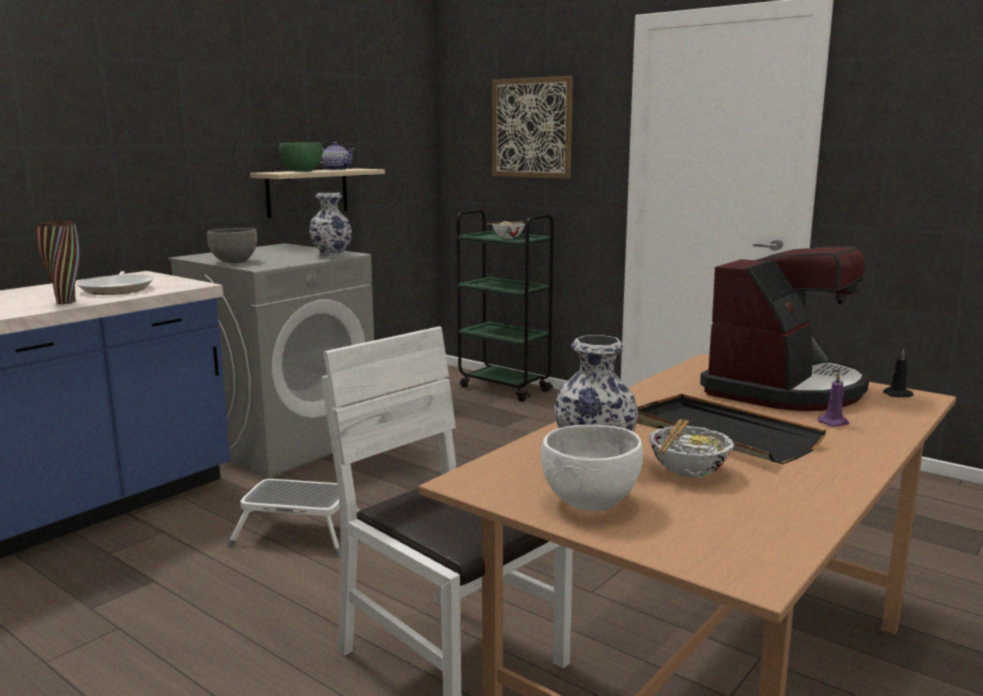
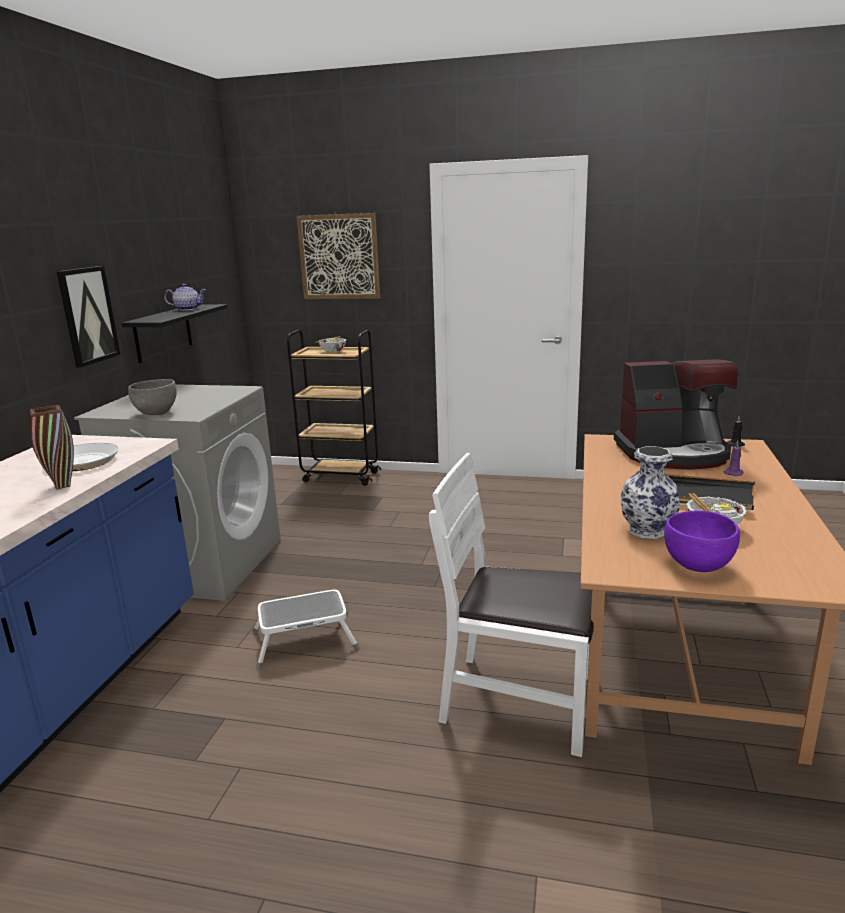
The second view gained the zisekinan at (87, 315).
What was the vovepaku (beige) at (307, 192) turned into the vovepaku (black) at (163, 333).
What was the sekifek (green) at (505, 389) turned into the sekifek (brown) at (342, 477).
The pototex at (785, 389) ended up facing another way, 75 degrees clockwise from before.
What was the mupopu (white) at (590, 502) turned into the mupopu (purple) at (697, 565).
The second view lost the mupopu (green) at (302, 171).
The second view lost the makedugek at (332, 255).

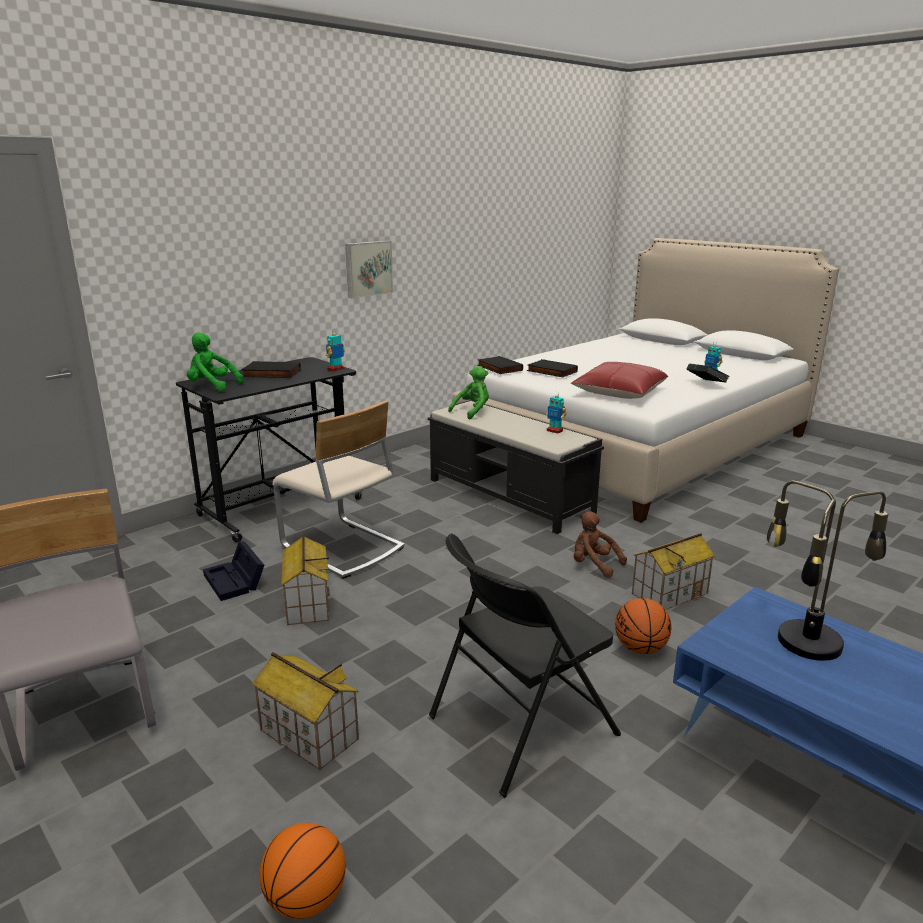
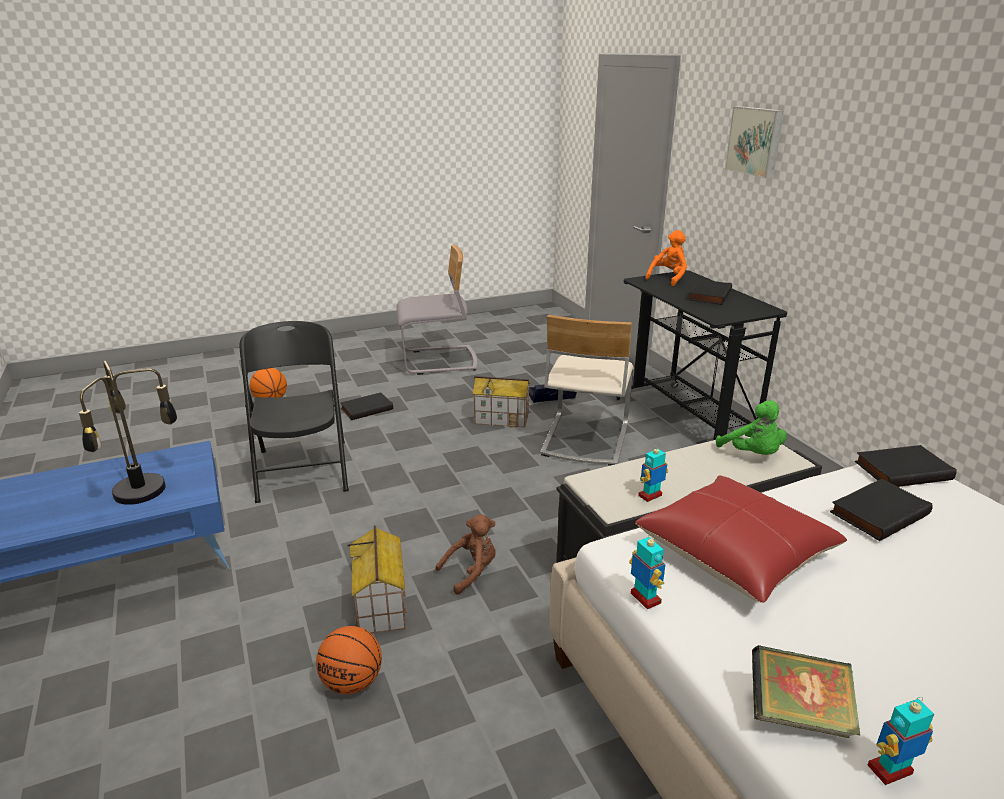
The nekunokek ended up elsewhere, having gone from (640, 648) to (352, 682).
Where the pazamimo stood at (308, 734), the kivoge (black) came to stand at (366, 408).
The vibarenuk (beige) at (342, 548) ended up facing another way, 45 degrees counterclockwise from before.
The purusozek ended up elsewhere, having gone from (335, 369) to (644, 598).
What was the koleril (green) at (212, 386) turned into the koleril (orange) at (668, 278).
The zisekinan ended up elsewhere, having gone from (368, 268) to (755, 141).

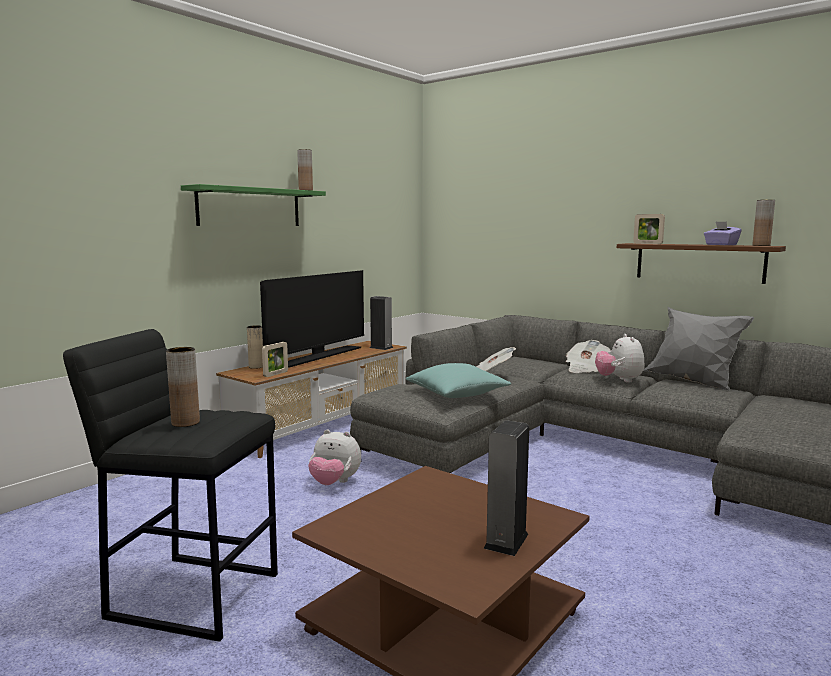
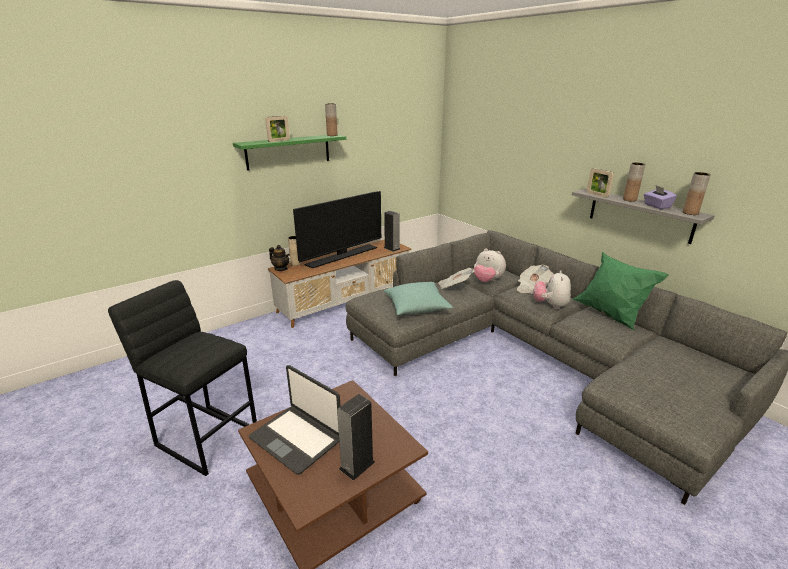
The second view gained the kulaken at (296, 438).
The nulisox ended up elsewhere, having gone from (276, 374) to (279, 141).
The second view gained the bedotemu at (281, 269).
The koleril ended up elsewhere, having gone from (334, 483) to (487, 281).
What was the vovepaku (brown) at (699, 262) turned into the vovepaku (grey) at (640, 215).
What was the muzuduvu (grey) at (693, 382) turned into the muzuduvu (green) at (610, 315).
The makedugek (brown) ended up elsewhere, having gone from (185, 423) to (629, 200).

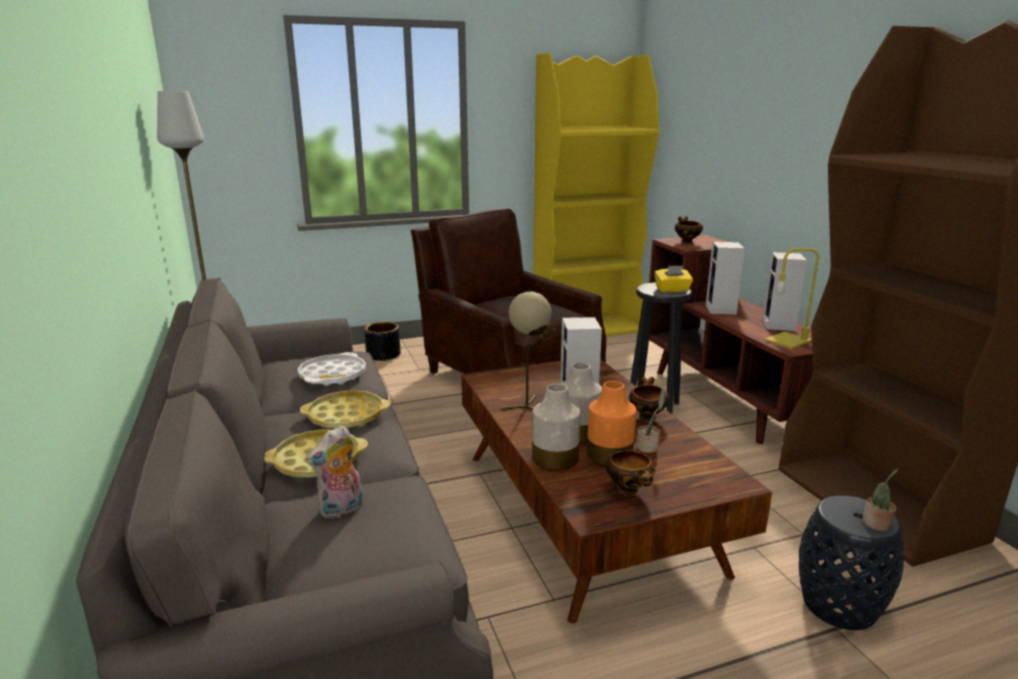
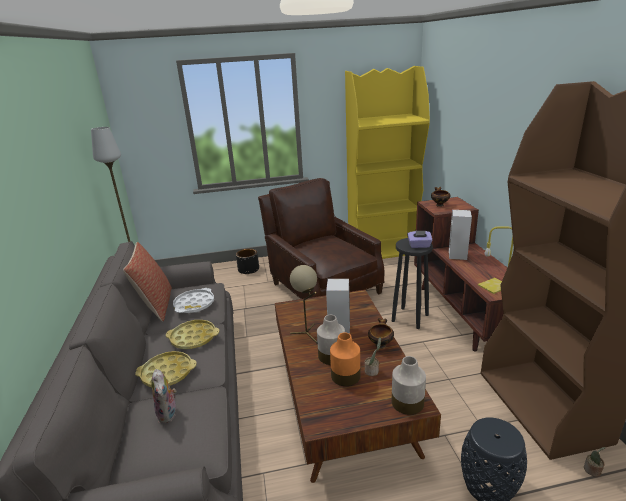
The second view gained the muzuduvu at (156, 305).
The koleril at (341, 510) ended up facing another way, 75 degrees counterclockwise from before.
The makedugek (beige) ended up elsewhere, having gone from (555, 457) to (408, 402).
What was the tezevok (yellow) at (672, 290) turned into the tezevok (purple) at (419, 245).
The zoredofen ended up elsewhere, having gone from (877, 524) to (592, 471).
The second view lost the mupopu at (629, 490).
The second view lost the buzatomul at (779, 326).

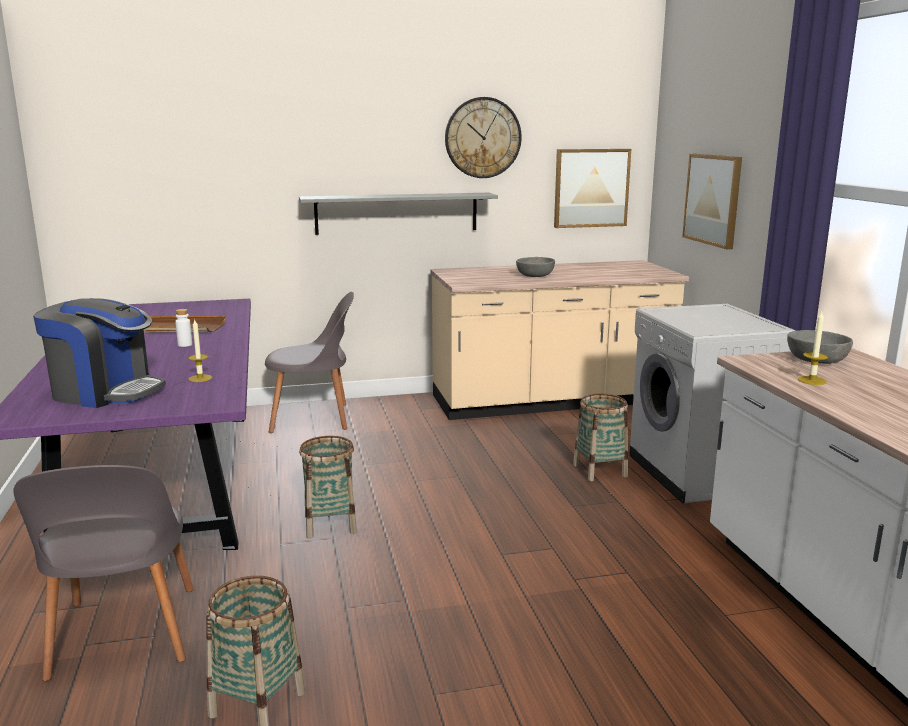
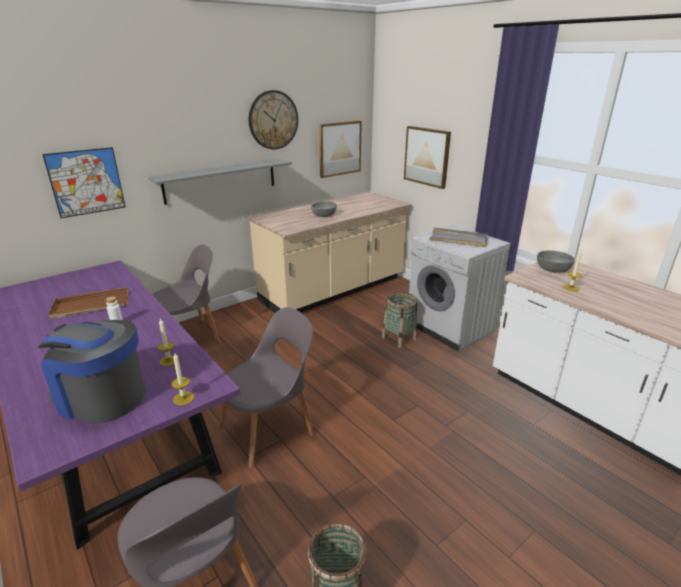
The pototex at (106, 392) ended up facing another way, 150 degrees counterclockwise from before.
The second view gained the zisekinan at (86, 182).
The second view gained the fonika at (183, 398).
Where the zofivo stood at (330, 524), the vibarenuk (grey) came to stand at (270, 429).
The second view gained the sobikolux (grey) at (458, 239).

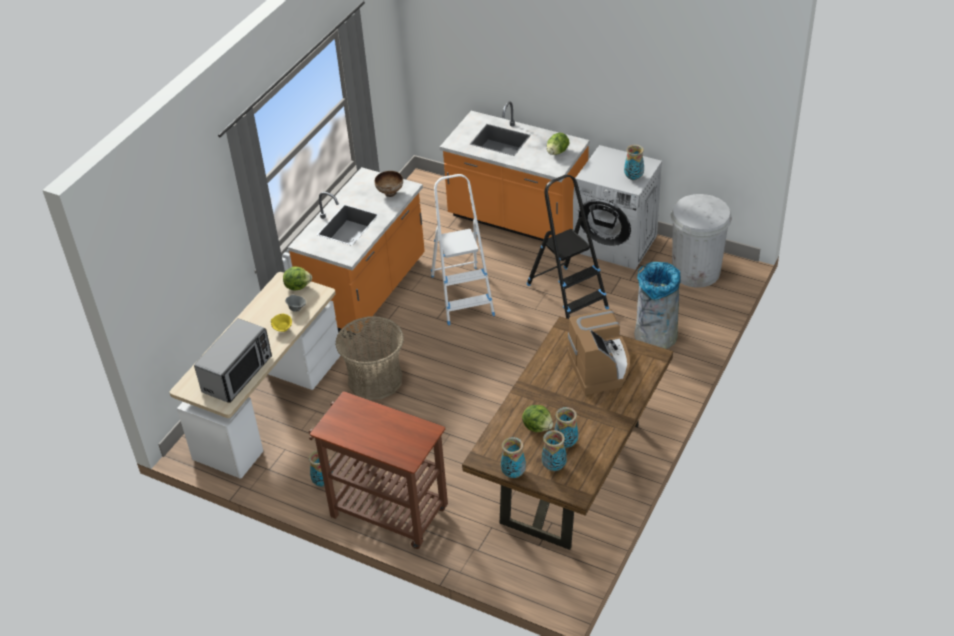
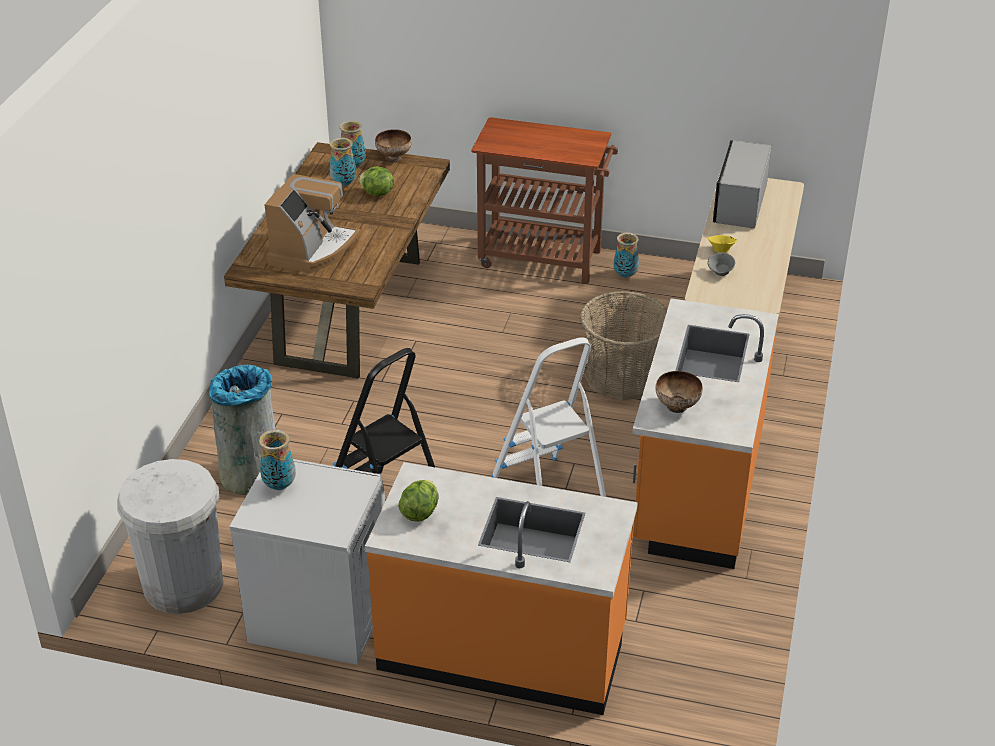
The pototex at (600, 368) ended up facing another way, 135 degrees counterclockwise from before.
Where the makedugek stood at (513, 473), the mupopu came to stand at (394, 157).
The second view lost the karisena at (298, 286).

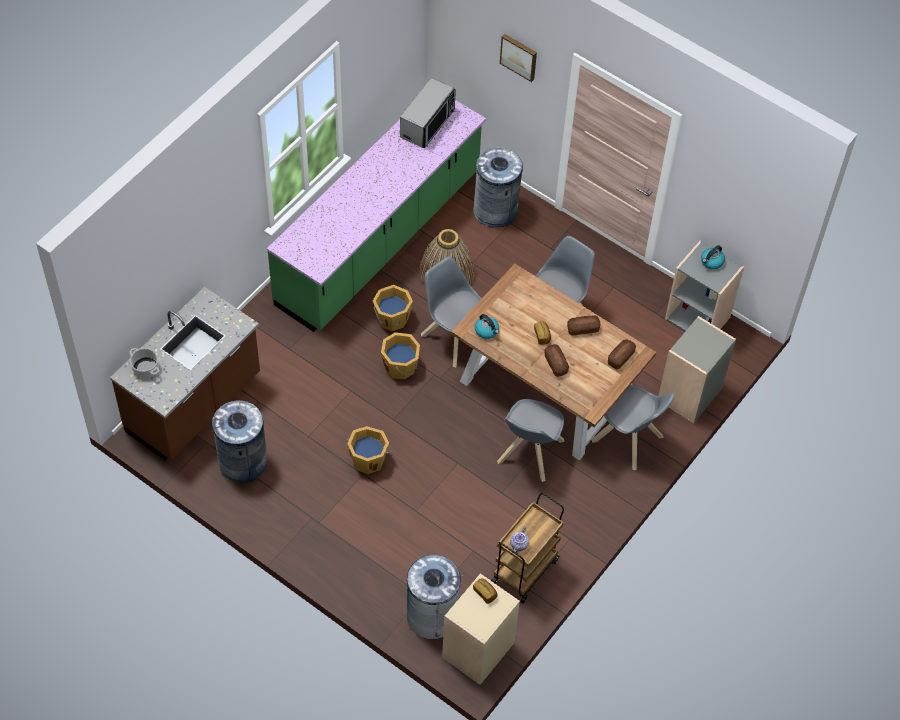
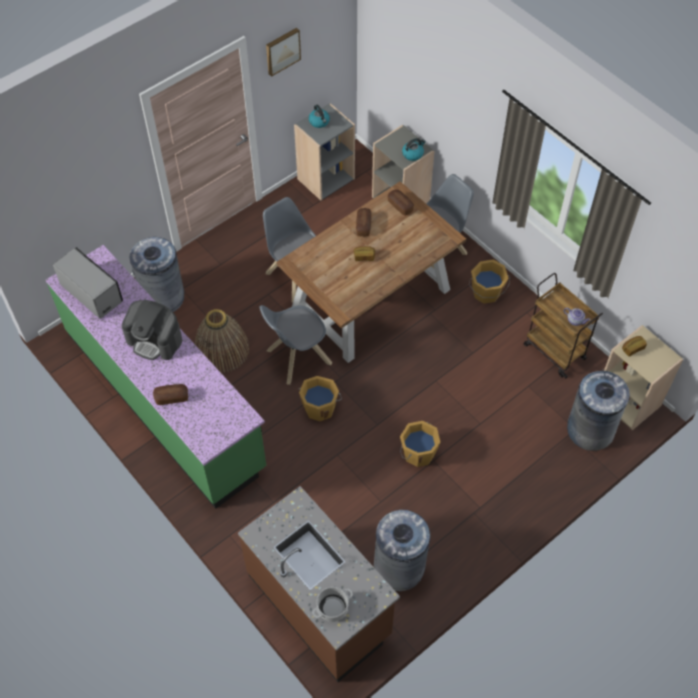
The second view gained the pototex at (155, 340).
The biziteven ended up elsewhere, having gone from (555, 364) to (171, 398).
The zisekinan ended up elsewhere, having gone from (519, 56) to (282, 51).
The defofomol ended up elsewhere, having gone from (487, 331) to (413, 154).
The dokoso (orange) ended up elsewhere, having gone from (392, 319) to (486, 292).
The second view lost the vibarenuk (grey) at (529, 453).

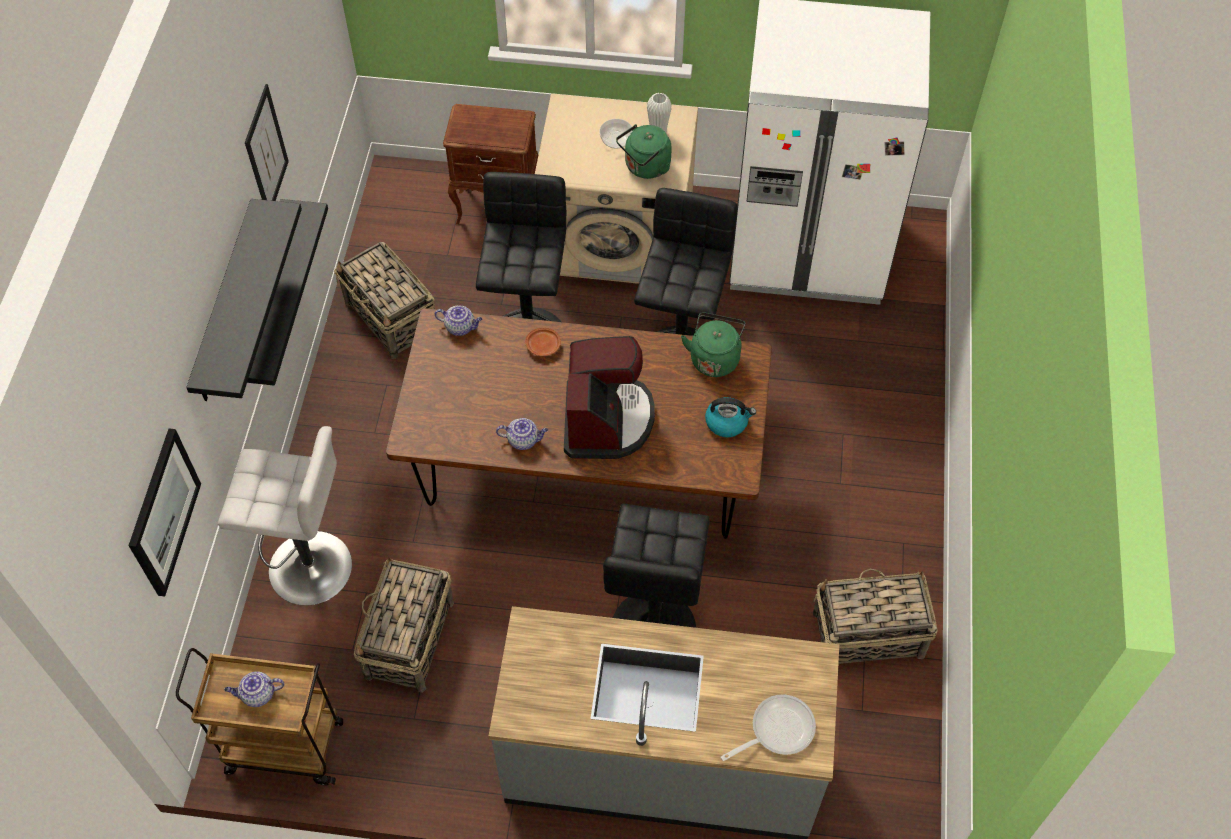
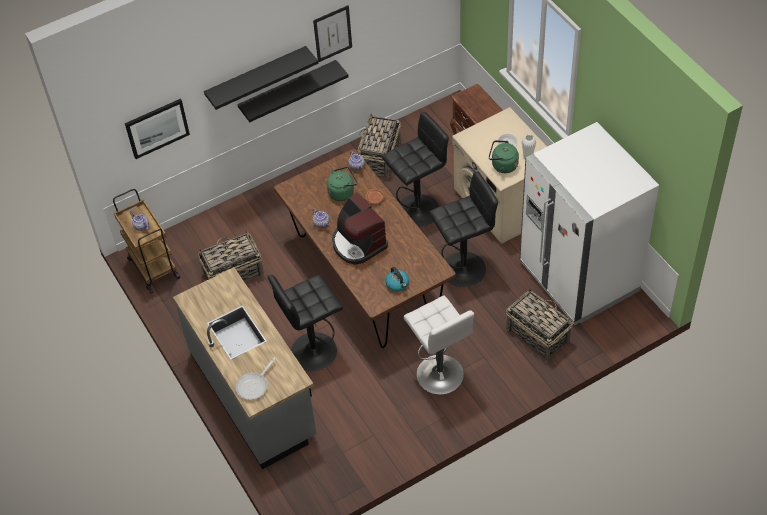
The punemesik at (777, 730) ended up facing another way, 105 degrees clockwise from before.
The defofomol (green) ended up elsewhere, having gone from (714, 357) to (342, 192).
The pototex at (606, 420) ended up facing another way, 90 degrees clockwise from before.
The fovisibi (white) ended up elsewhere, having gone from (311, 569) to (439, 375).
The zofivo ended up elsewhere, having gone from (866, 634) to (537, 335).

